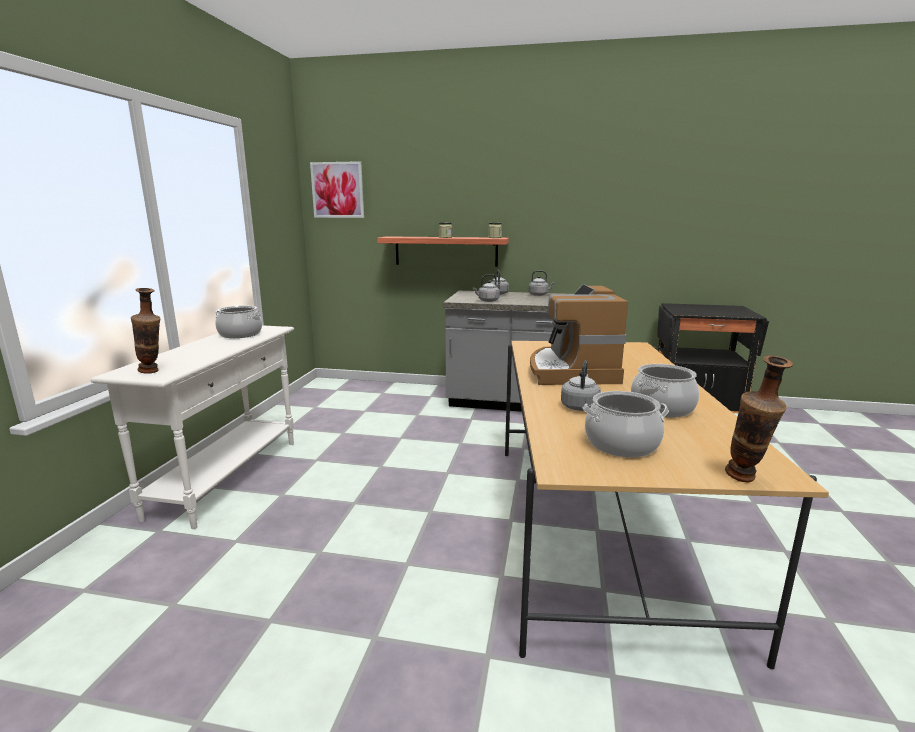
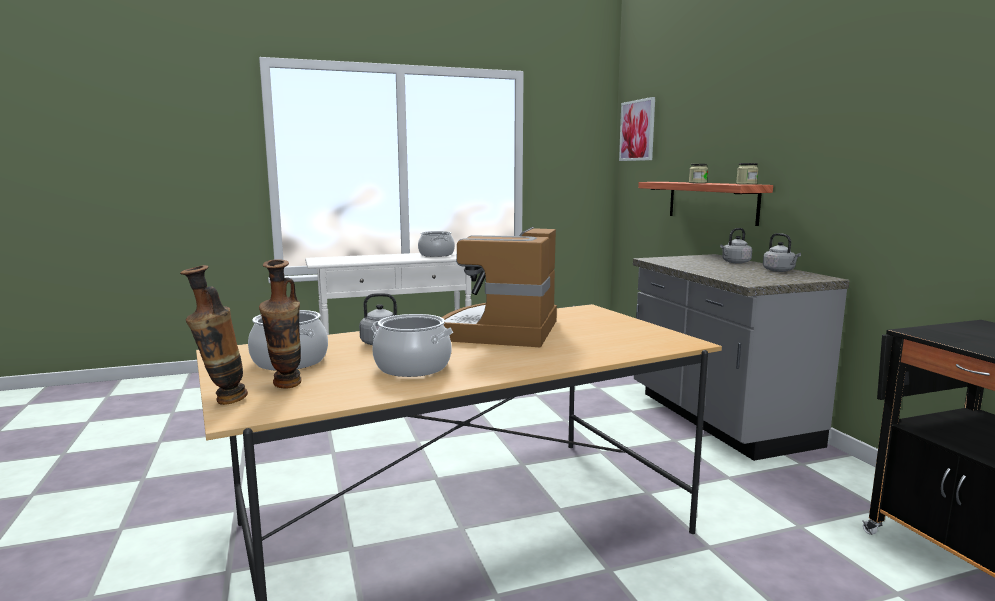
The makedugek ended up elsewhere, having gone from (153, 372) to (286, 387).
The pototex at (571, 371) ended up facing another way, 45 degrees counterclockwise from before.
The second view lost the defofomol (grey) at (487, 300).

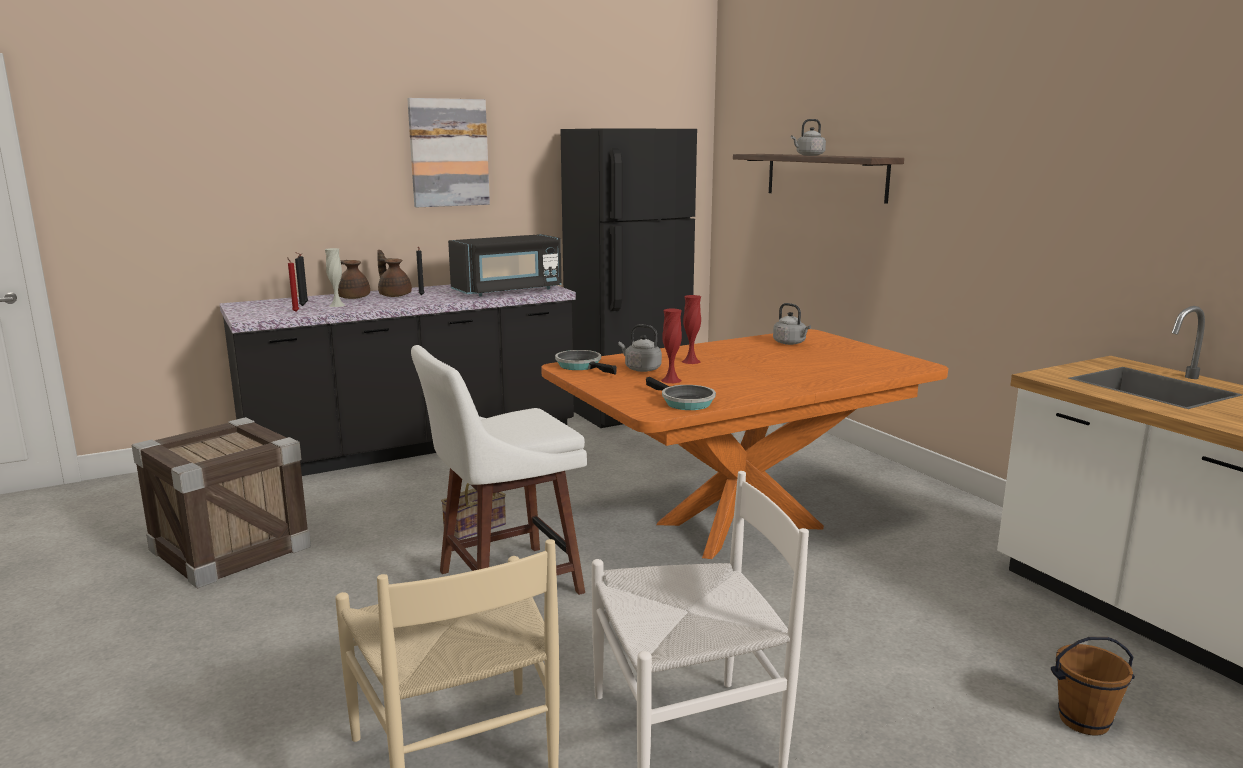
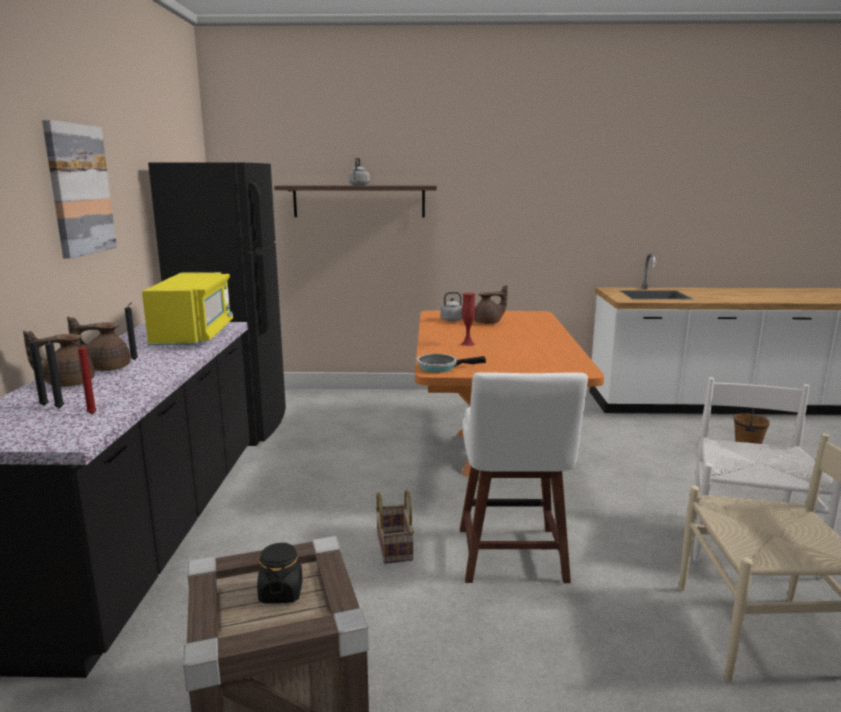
What was the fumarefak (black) at (508, 291) turned into the fumarefak (yellow) at (194, 335).
The second view gained the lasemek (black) at (281, 593).
The second view gained the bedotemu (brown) at (488, 323).
The second view lost the makedugek (white) at (337, 305).
The second view lost the defofomol (grey) at (641, 369).
The second view lost the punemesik at (684, 402).
The second view lost the makedugek (red) at (671, 380).

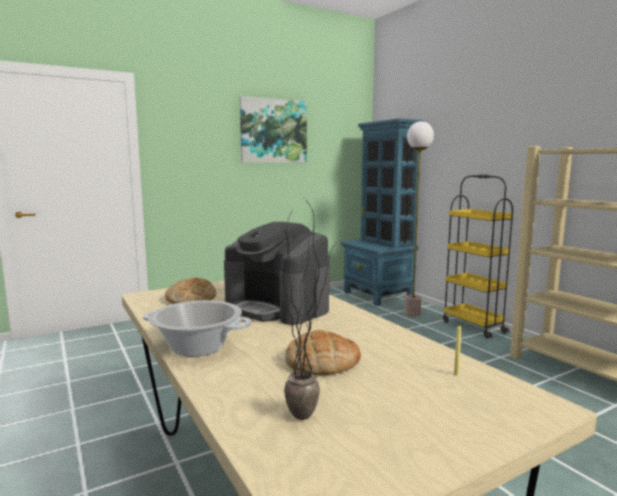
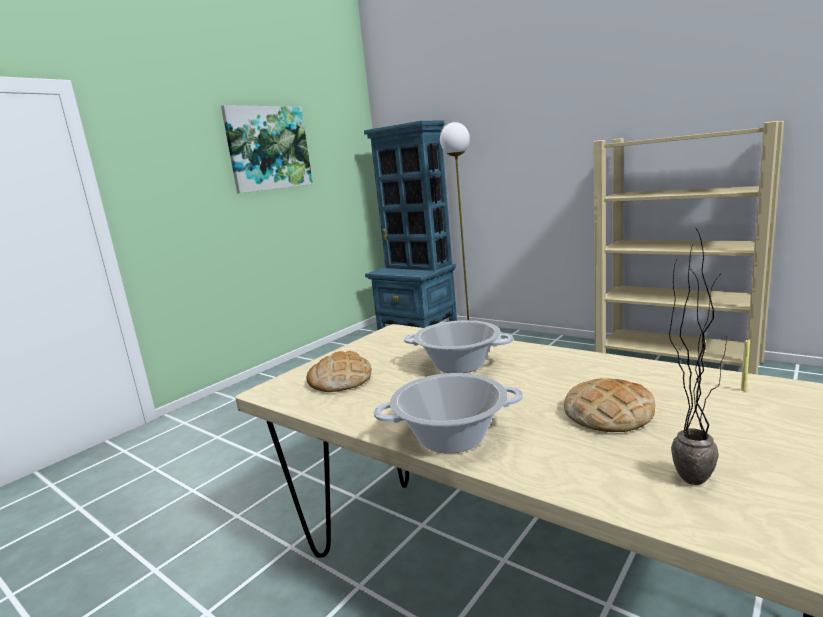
Where the pototex stood at (277, 307), the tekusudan came to stand at (459, 365).
The second view lost the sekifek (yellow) at (473, 327).

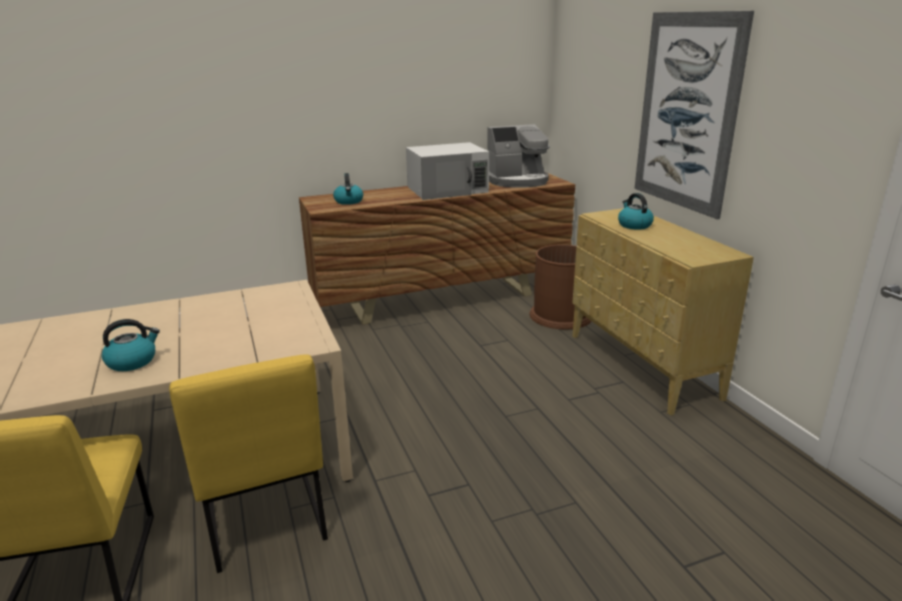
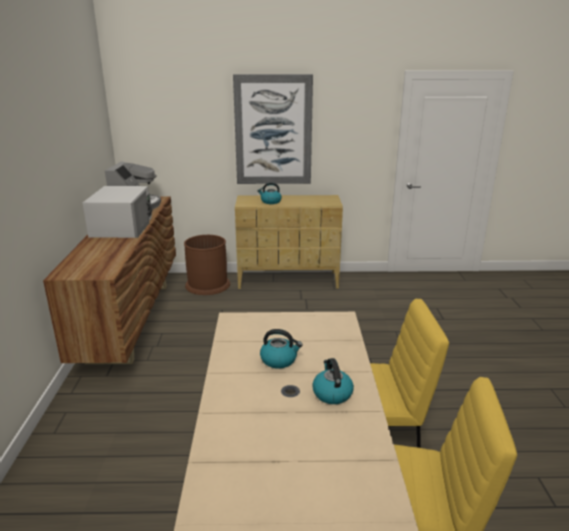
The defofomol ended up elsewhere, having gone from (349, 201) to (279, 360).

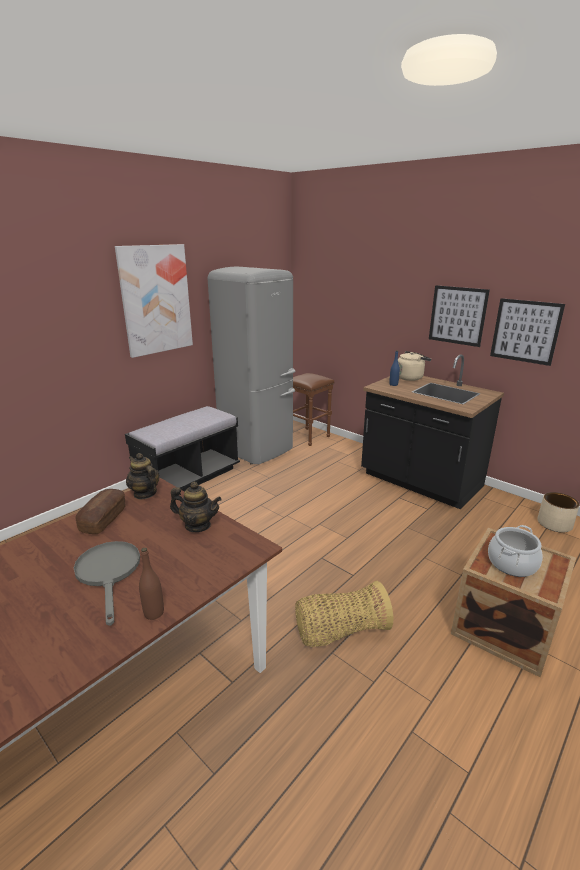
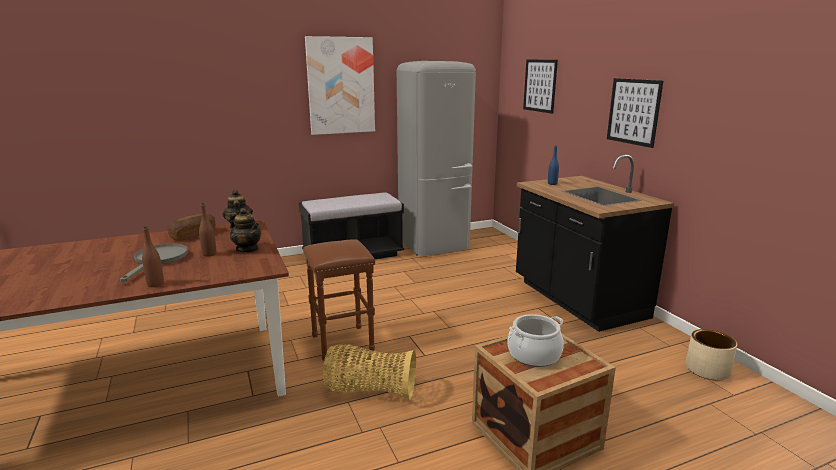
The second view gained the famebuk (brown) at (209, 254).
The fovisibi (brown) ended up elsewhere, having gone from (309, 436) to (344, 343).
The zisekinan ended up elsewhere, having gone from (525, 331) to (540, 85).
The second view lost the defofomol (beige) at (410, 377).

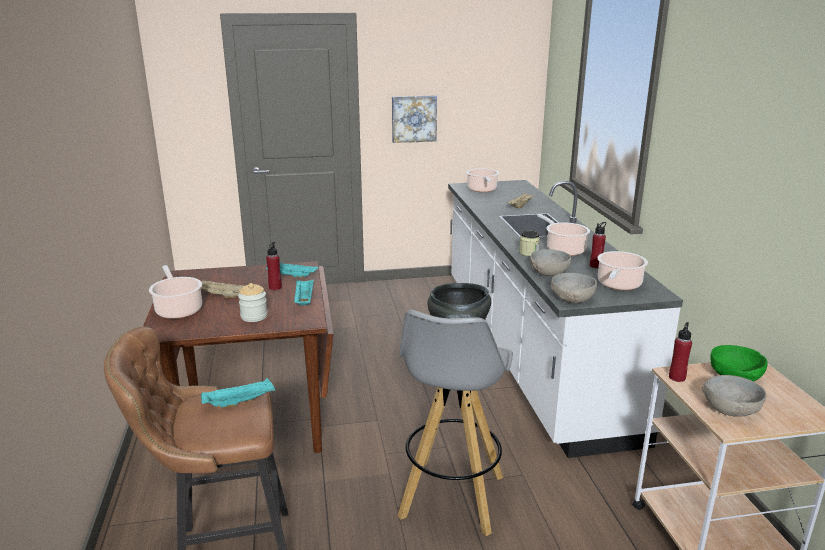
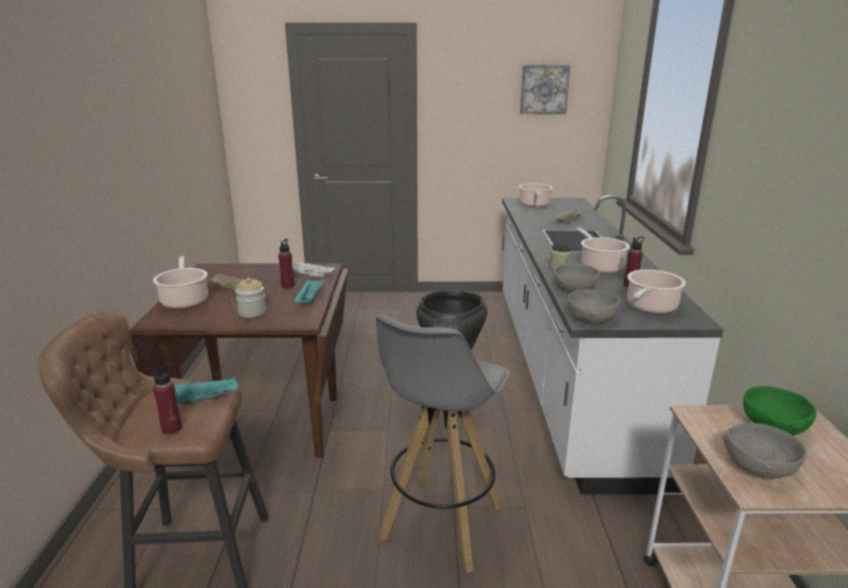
The famebuk (red) ended up elsewhere, having gone from (677, 377) to (172, 428).
What was the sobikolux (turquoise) at (291, 276) turned into the sobikolux (white) at (309, 276).
The zisekinan ended up elsewhere, having gone from (413, 118) to (544, 89).

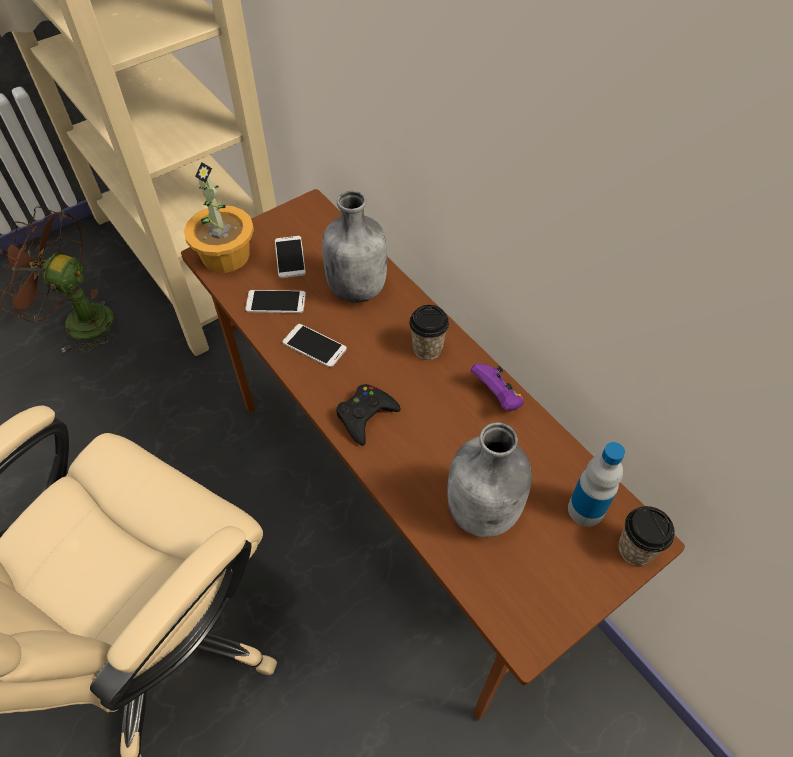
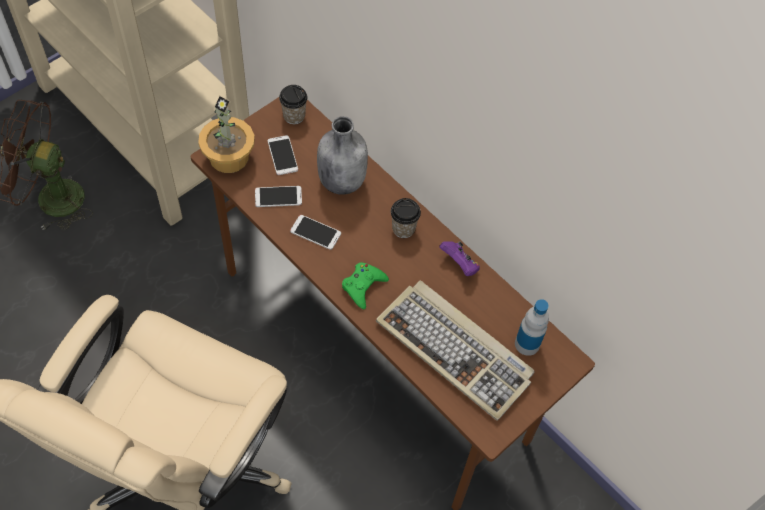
The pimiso ended up elsewhere, having gone from (635, 549) to (294, 116).
What was the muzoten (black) at (365, 416) turned into the muzoten (green) at (363, 286).
Where the famebuk (grey) stood at (484, 511), the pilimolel came to stand at (456, 350).

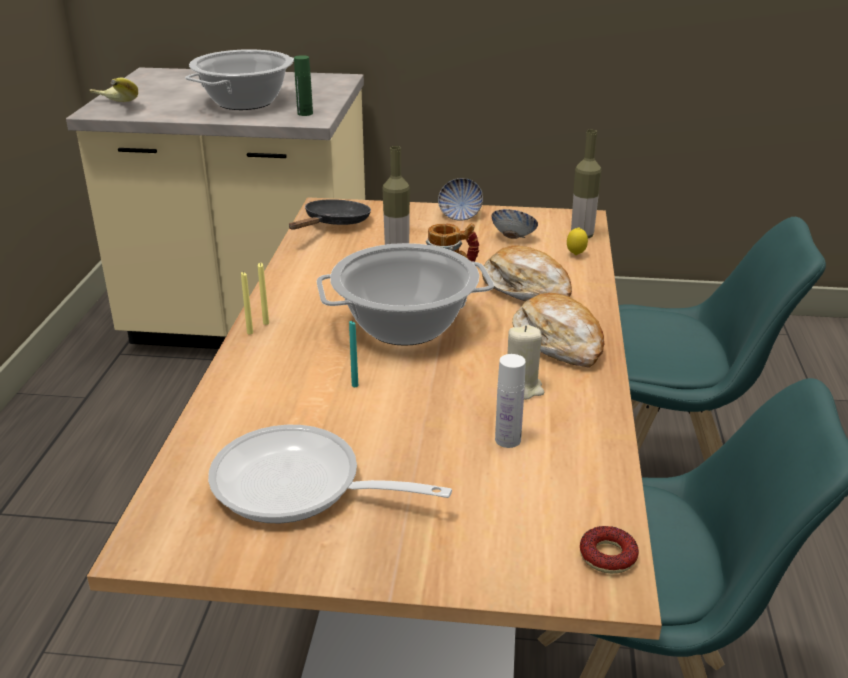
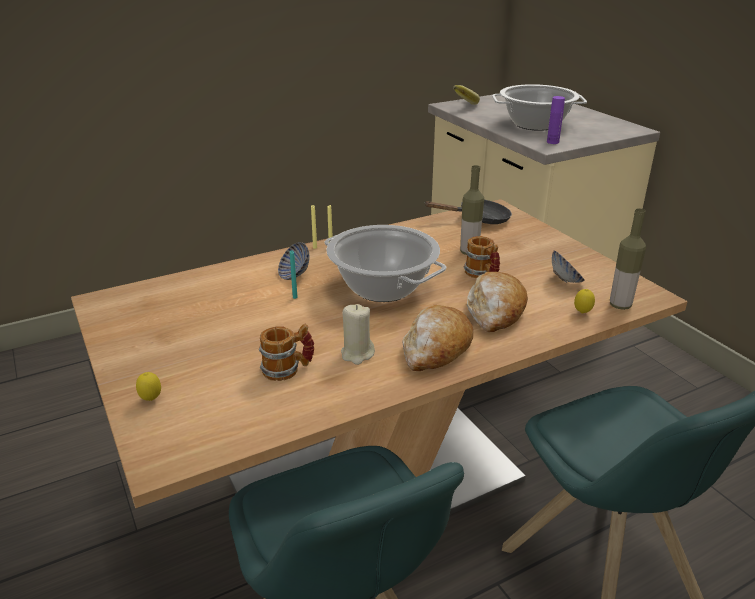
The second view gained the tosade at (151, 400).
Where the famebuk (white) stood at (508, 440), the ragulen came to stand at (288, 369).
The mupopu ended up elsewhere, having gone from (460, 215) to (294, 275).
What was the famebuk (green) at (305, 113) turned into the famebuk (purple) at (552, 142).
The second view lost the punemesik at (298, 487).
The second view lost the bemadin at (607, 556).

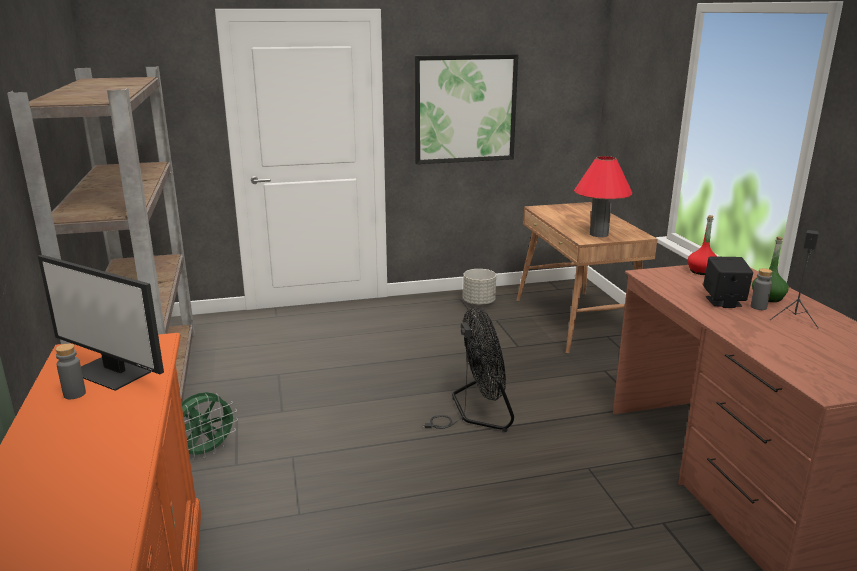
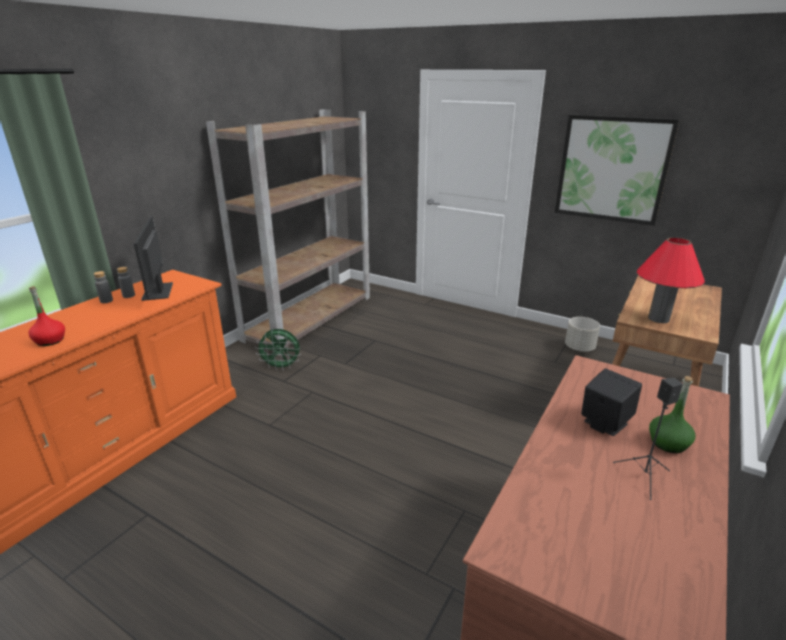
The famebuk (red) ended up elsewhere, having gone from (702, 271) to (50, 341).
The famebuk (grey) ended up elsewhere, having gone from (758, 307) to (106, 301).
The second view lost the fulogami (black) at (473, 409).

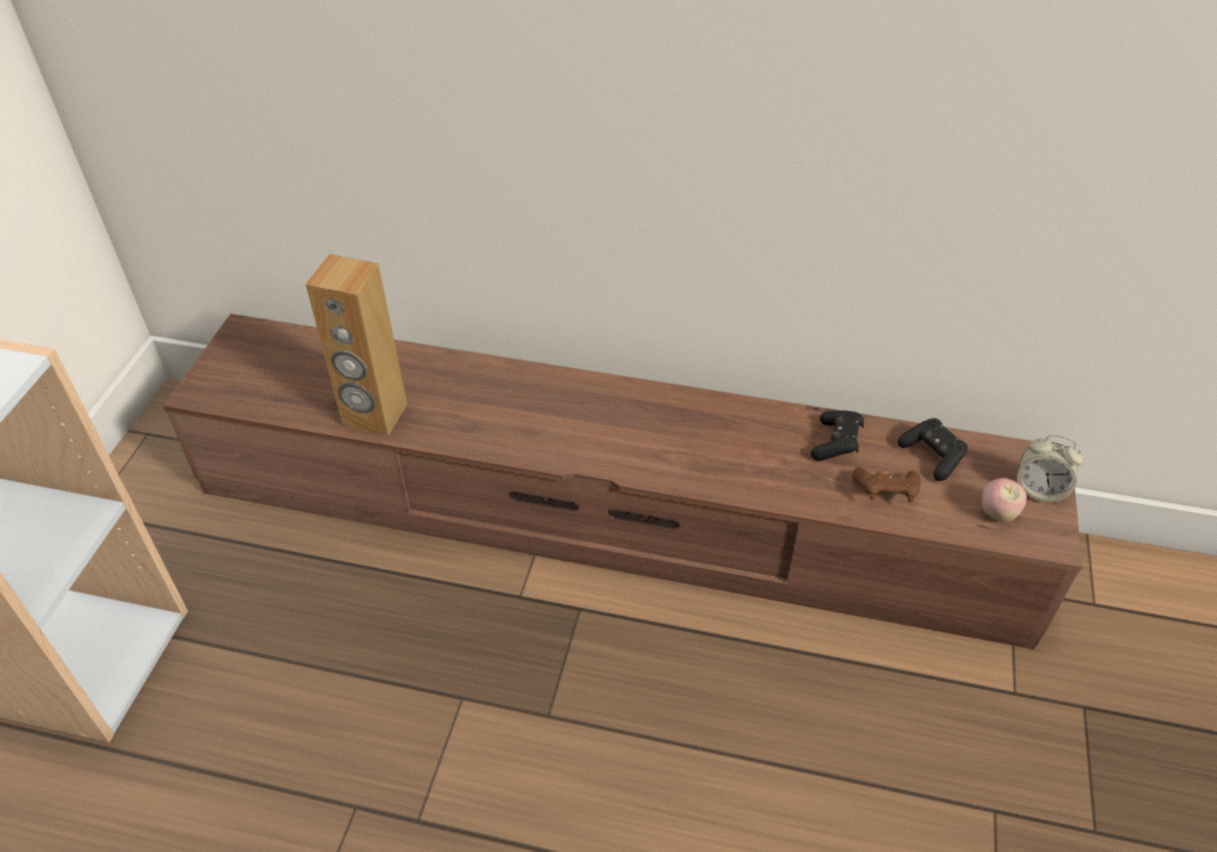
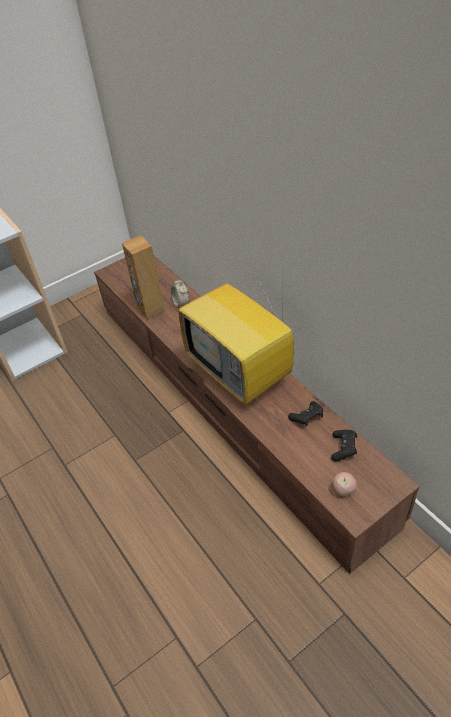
The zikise ended up elsewhere, having gone from (1039, 490) to (181, 303).
The second view gained the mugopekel at (241, 374).
The second view lost the muzoten (brown) at (885, 493).

